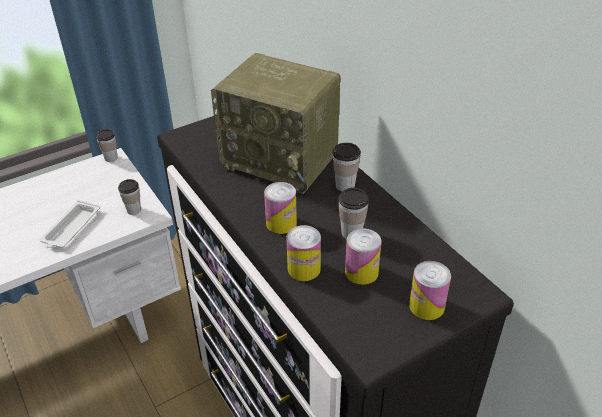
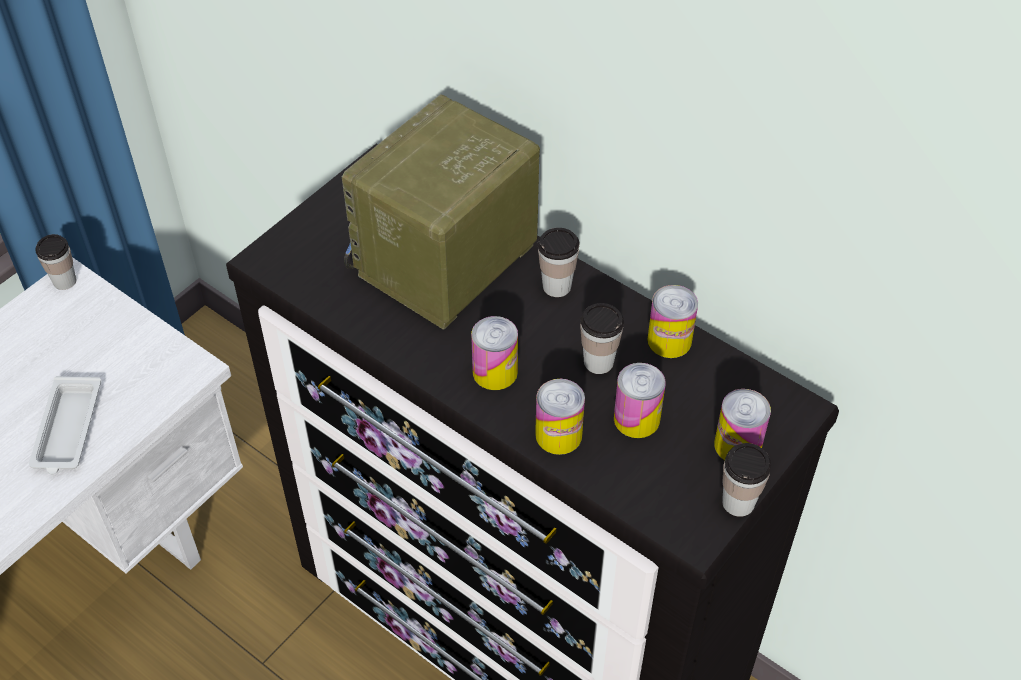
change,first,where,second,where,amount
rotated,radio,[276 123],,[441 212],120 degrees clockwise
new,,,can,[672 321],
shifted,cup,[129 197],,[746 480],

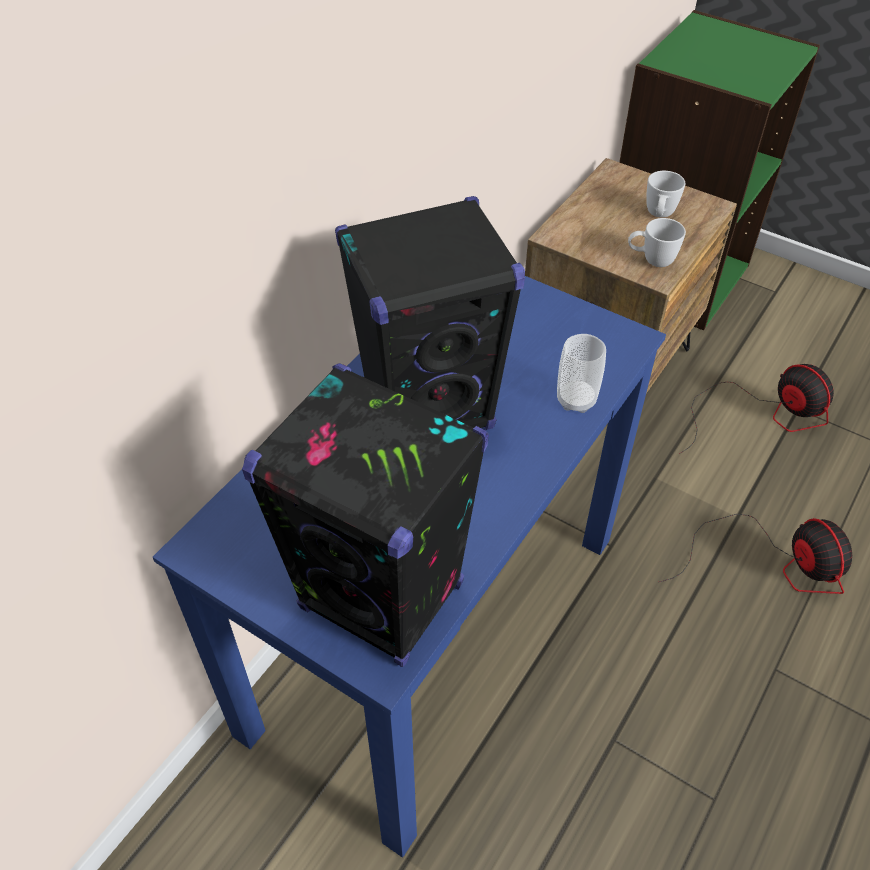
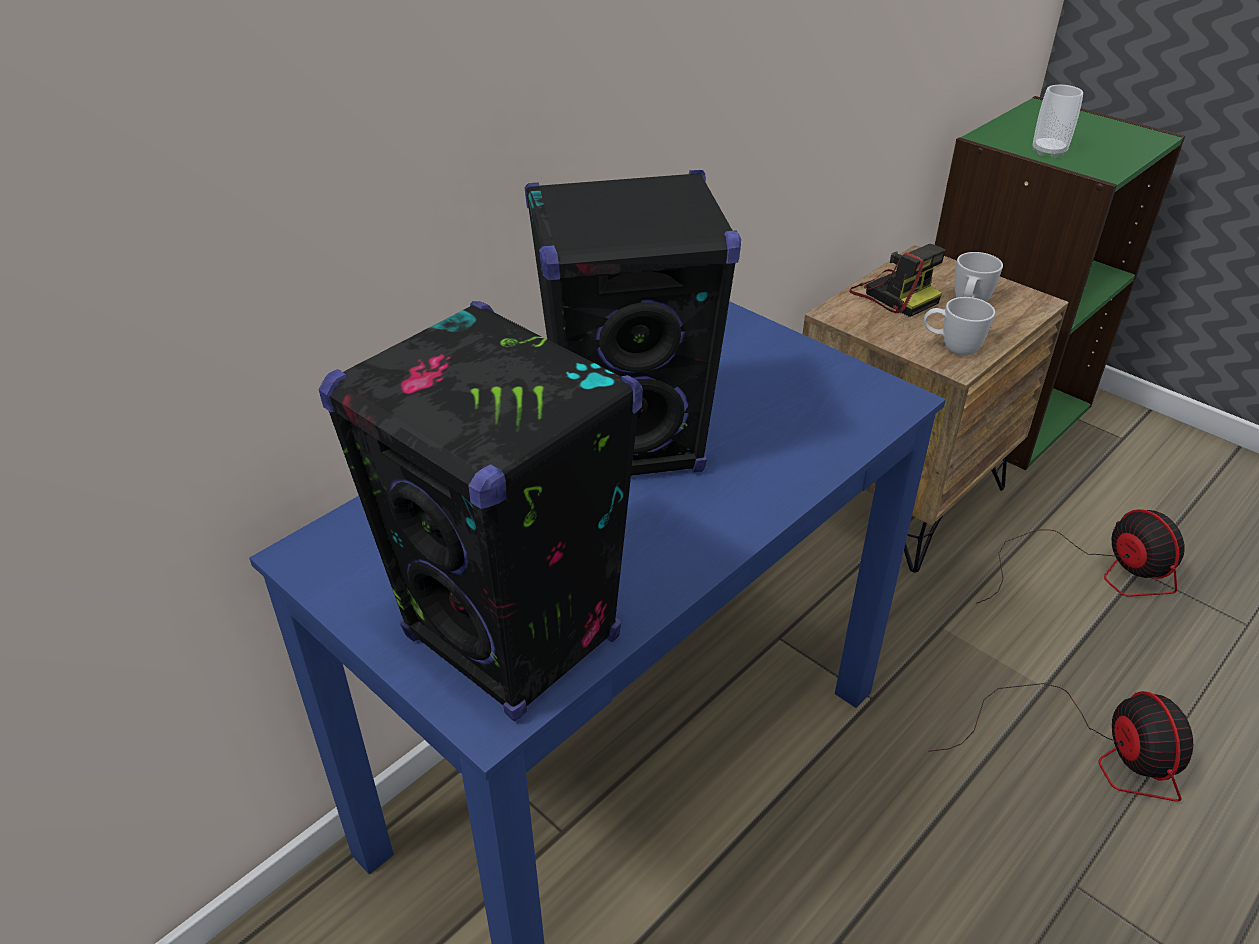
change,first,where,second,where,amount
new,,,photo camera,[897 280],
shifted,cup,[581 373],,[1057 121],

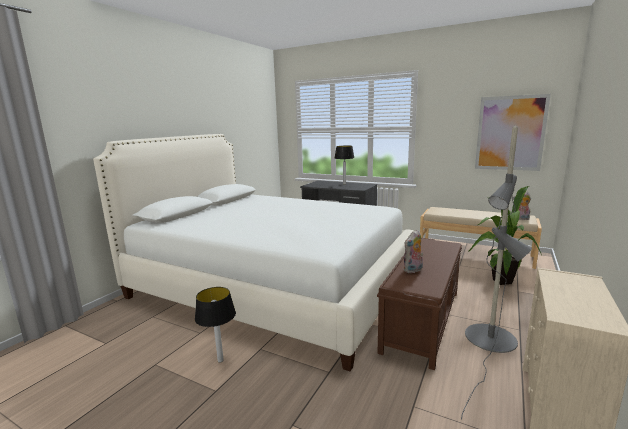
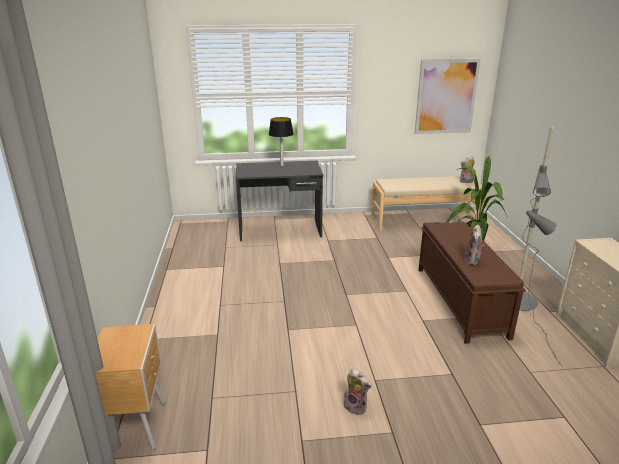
change,first,where,second,where,amount
new,,,brown nightstand,[130 387],
swapped,table lamp,[215 325],plush toy,[357 391],
gone,white bed,[253 253],,,

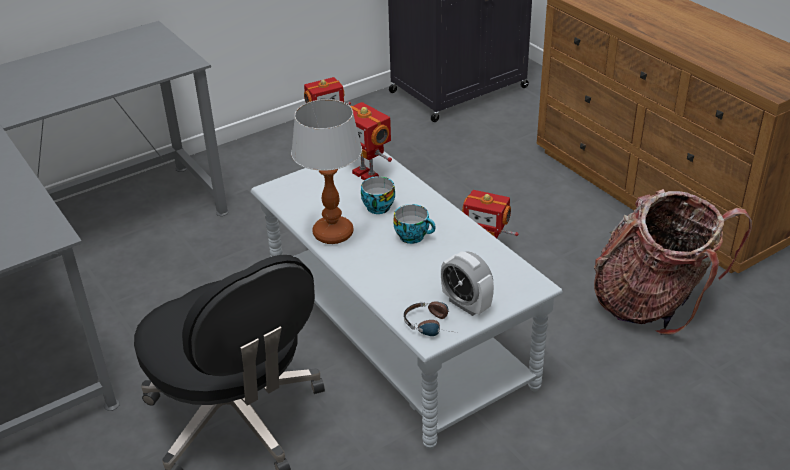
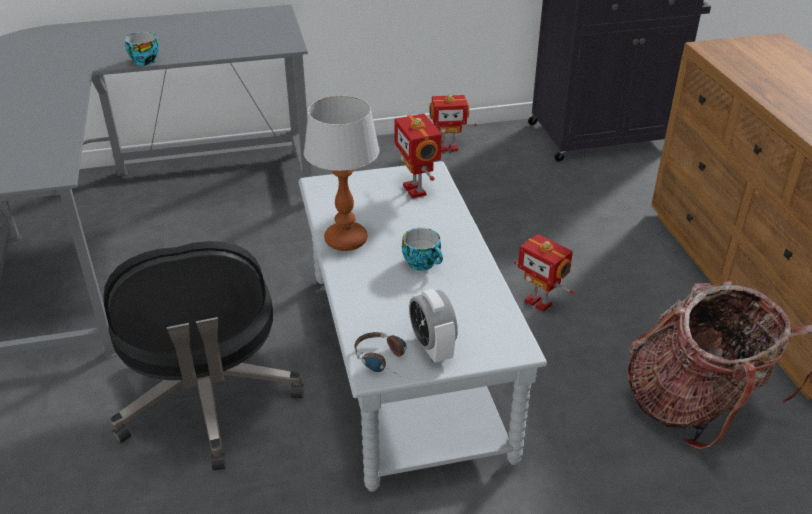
change,first,where,second,where,amount
shifted,cup,[378 195],,[142 49],

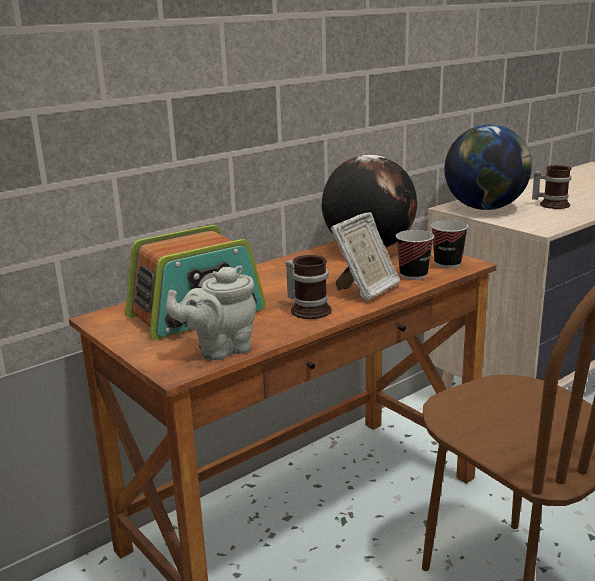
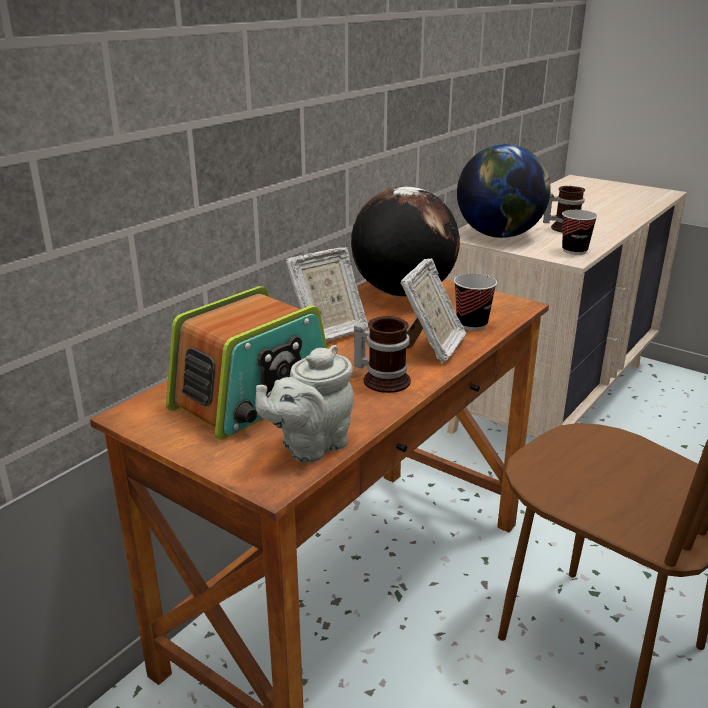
change,first,where,second,where,amount
new,,,picture frame,[327 294],
shifted,cup,[449 244],,[580 232],

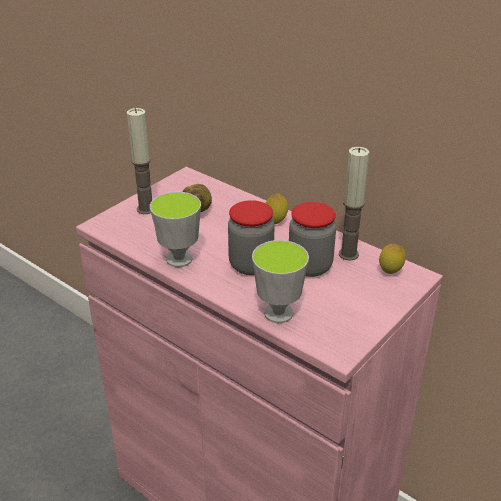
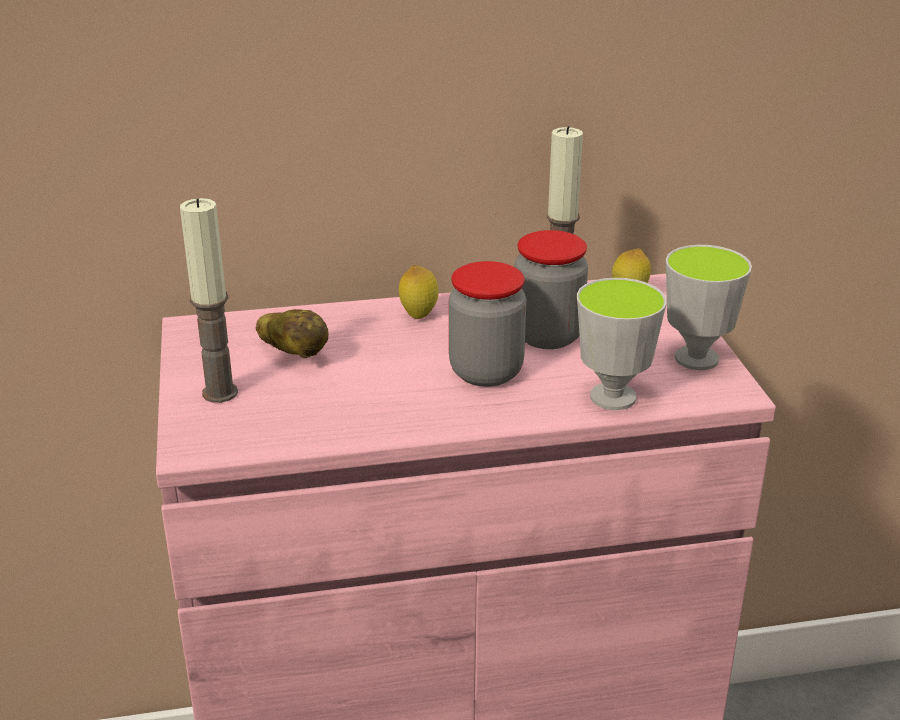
change,first,where,second,where,amount
shifted,cup,[175 229],,[709 307],

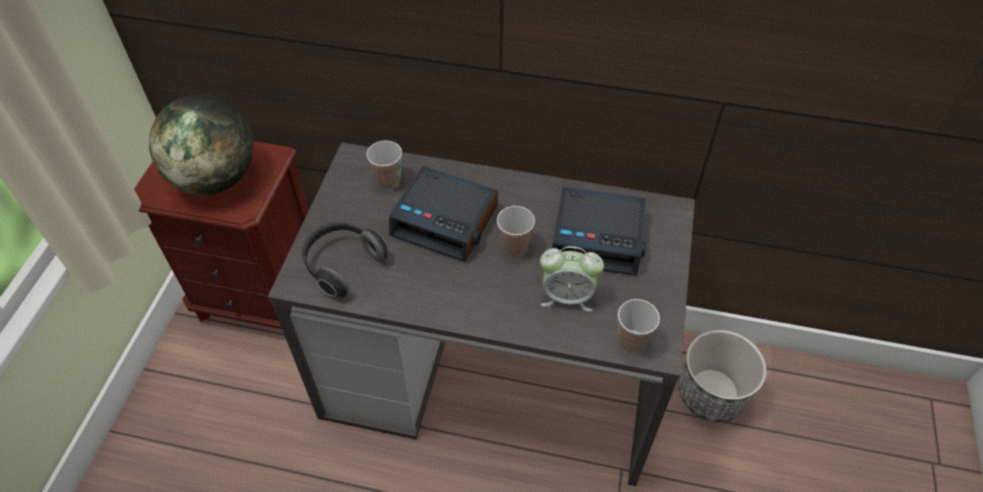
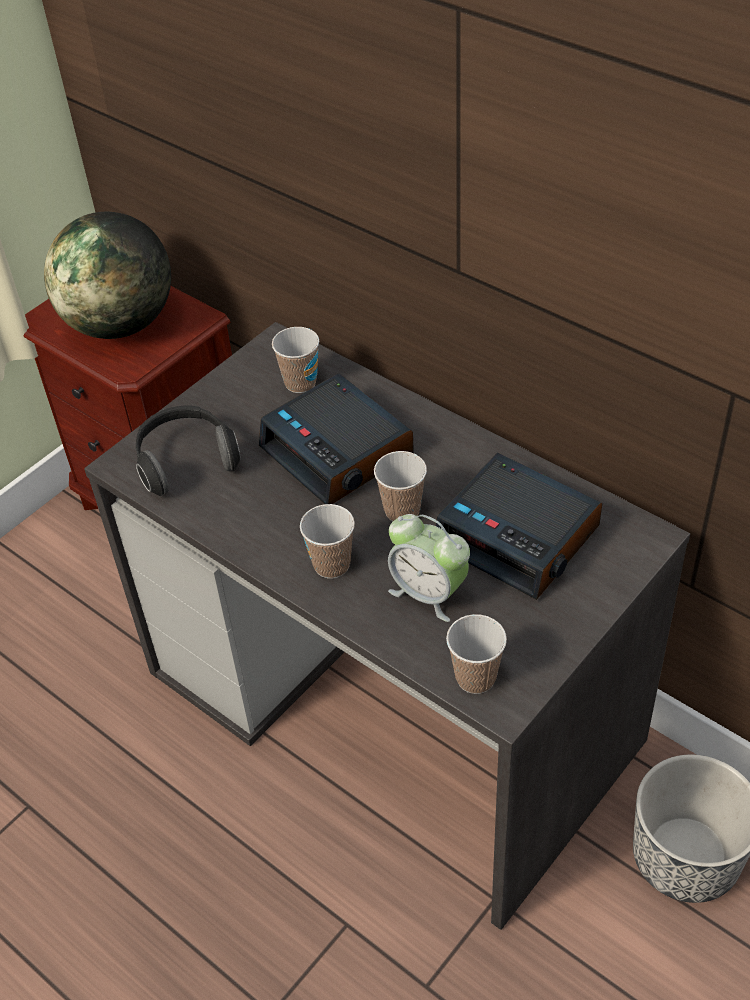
change,first,where,second,where,amount
new,,,cup,[327 541],

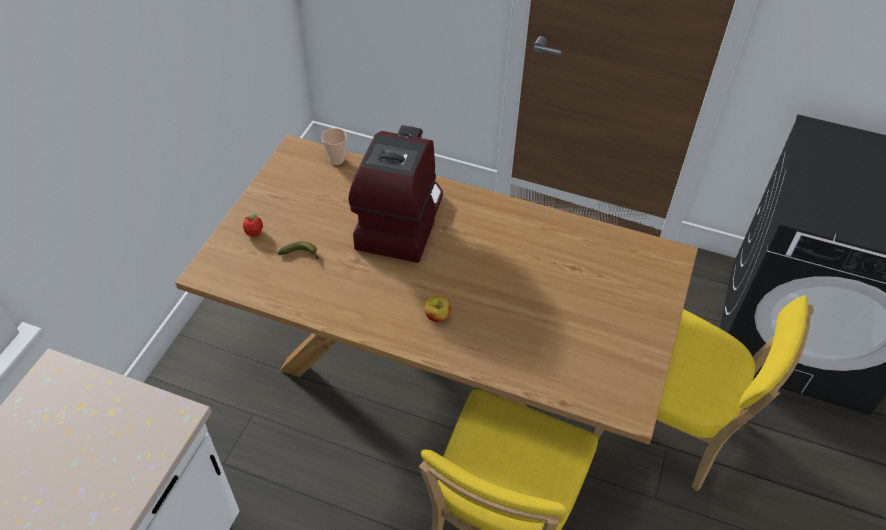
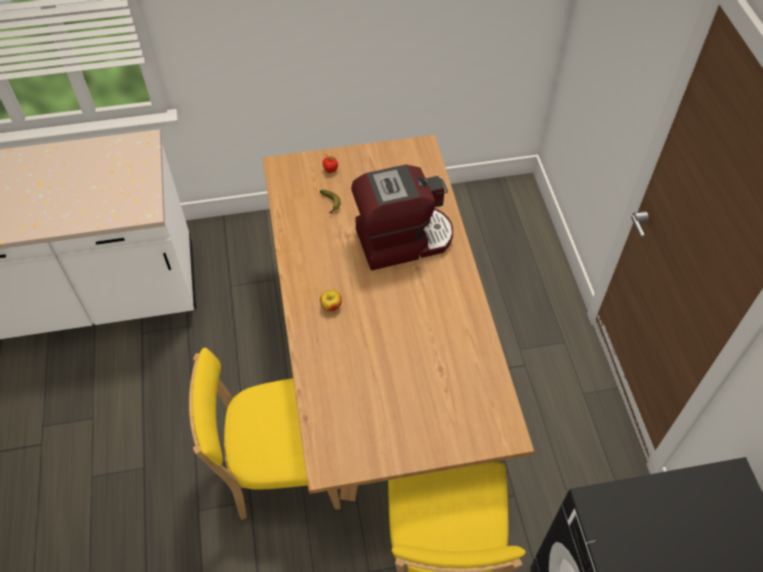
change,first,where,second,where,amount
gone,cup,[334 146],,,

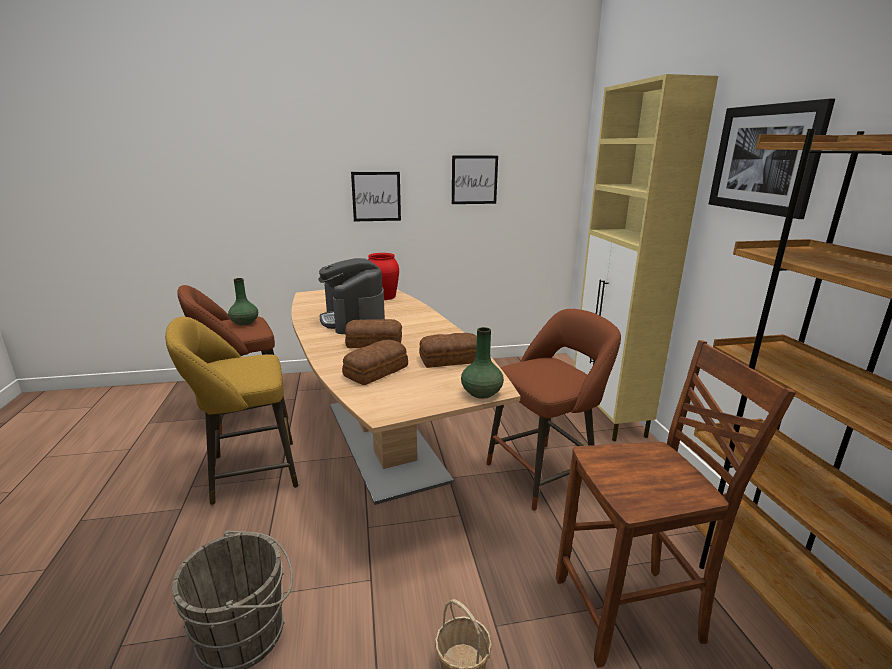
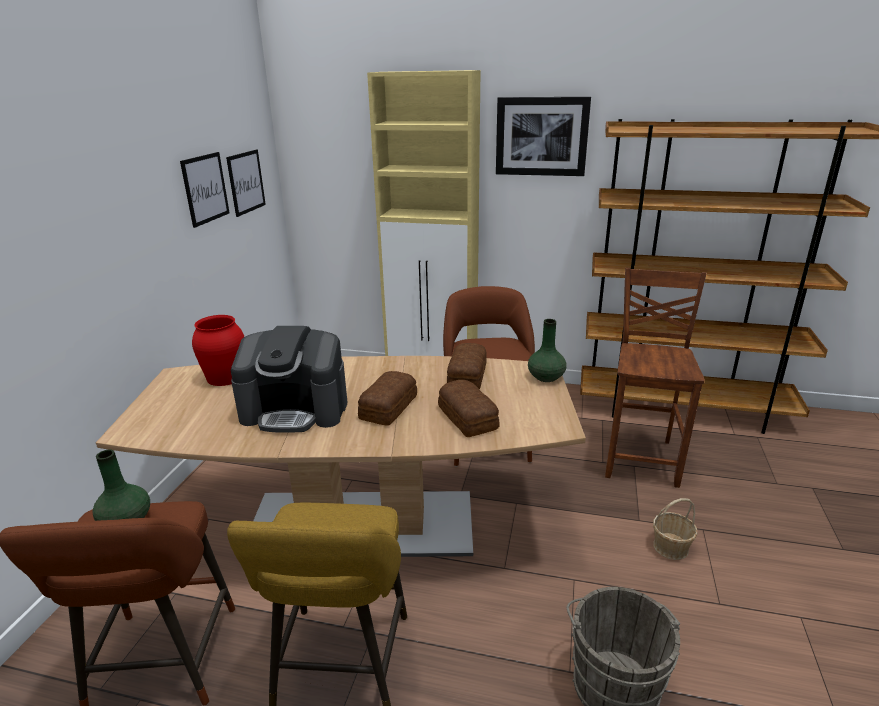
change,first,where,second,where,amount
shifted,picture,[376 196],,[246 183],

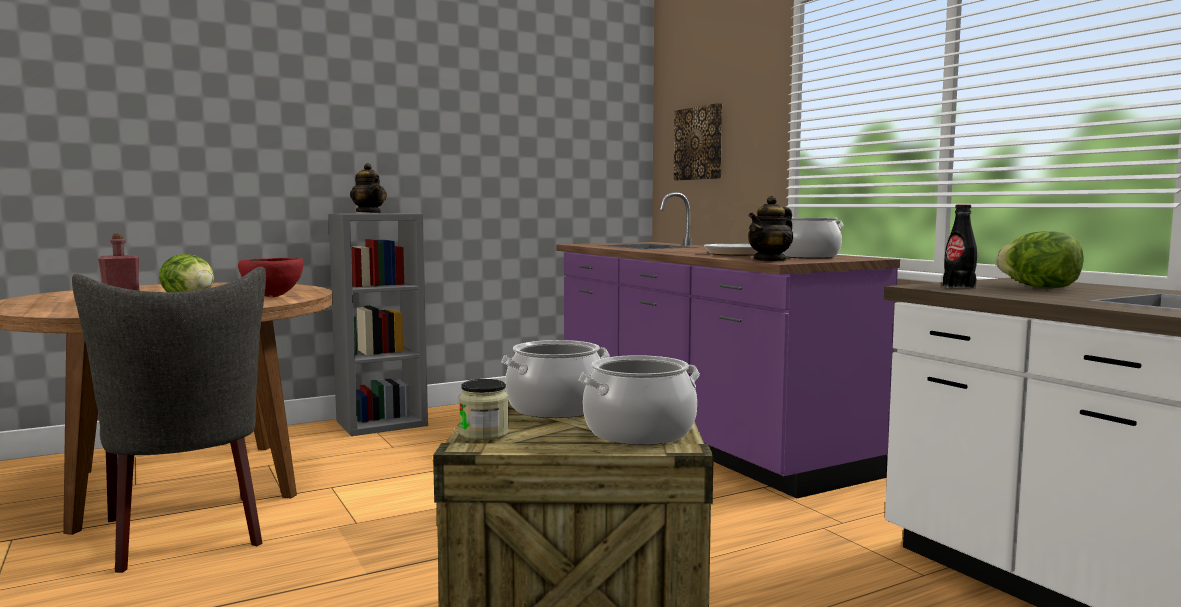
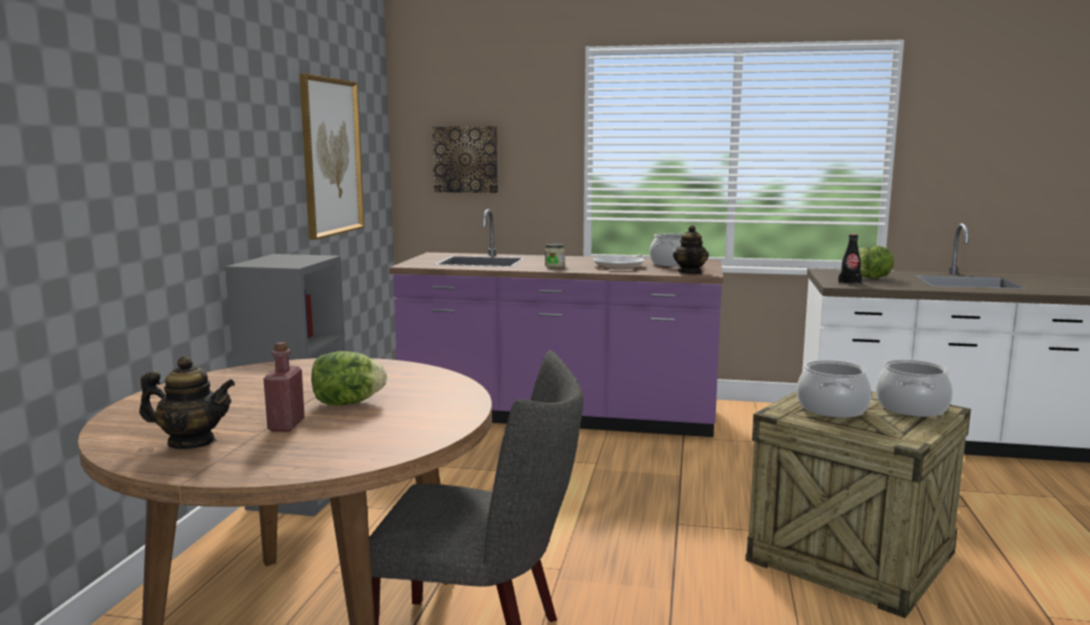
change,first,where,second,where,amount
shifted,teapot,[368 188],,[187 402],
new,,,picture,[331 157],
shifted,jar,[484 409],,[555 255],
gone,red bowl,[270 277],,,

